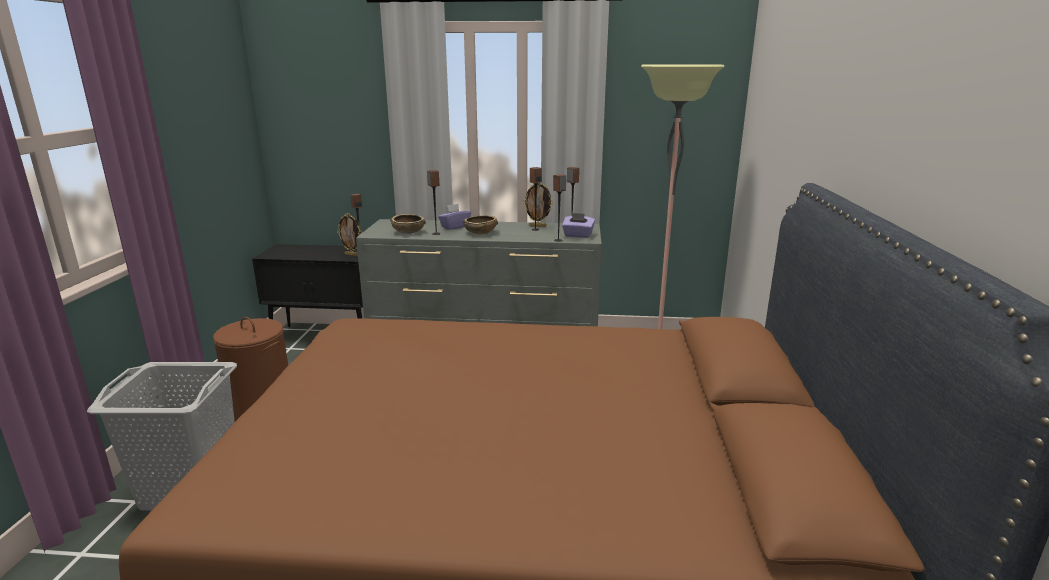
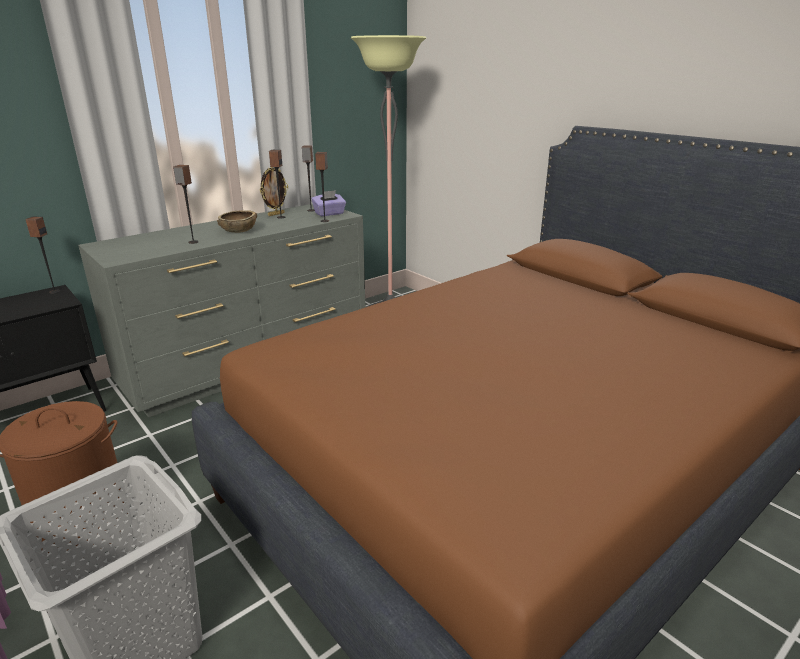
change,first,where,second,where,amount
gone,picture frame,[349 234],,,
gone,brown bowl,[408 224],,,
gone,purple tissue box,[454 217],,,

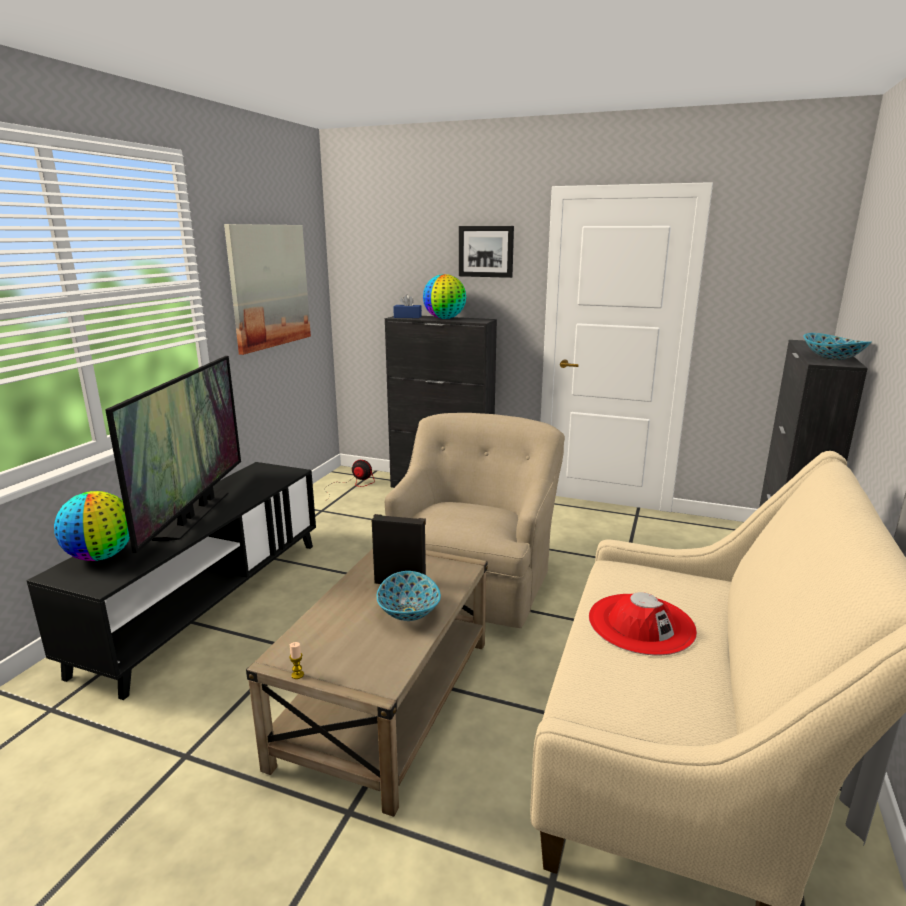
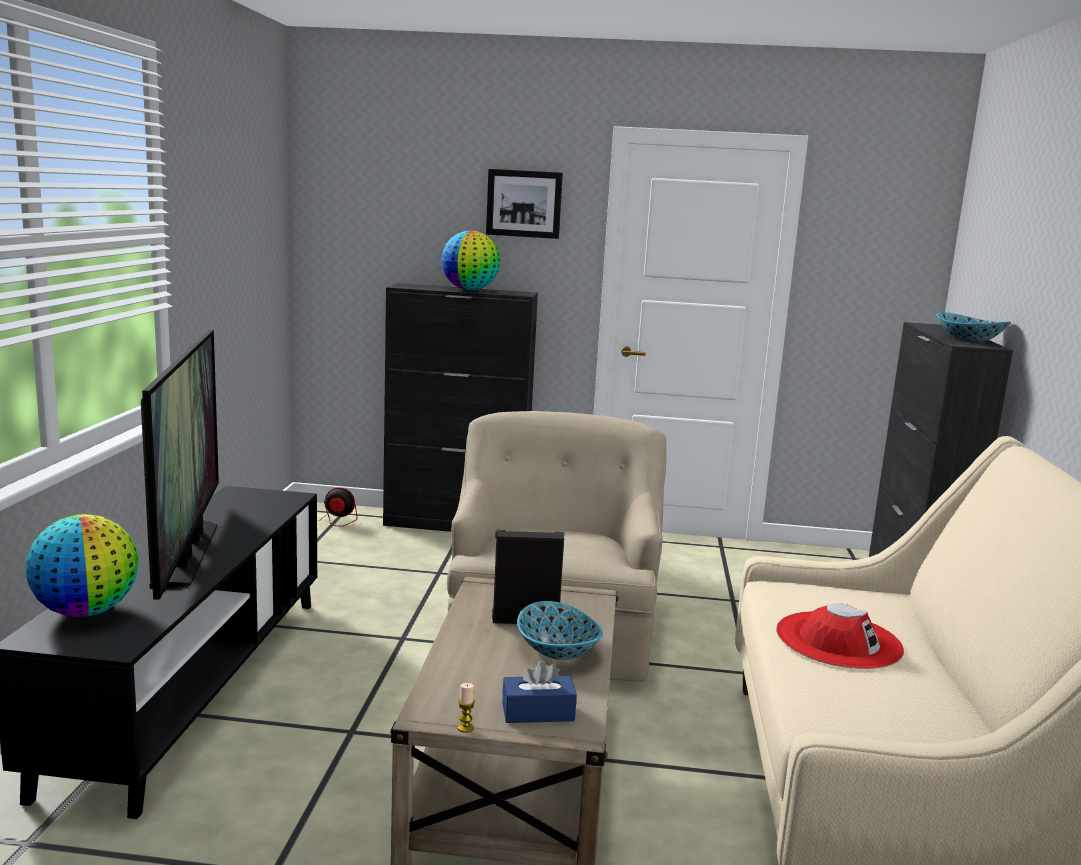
change,first,where,second,where,amount
shifted,blue tissue box,[407 306],,[539 691],
gone,picture,[267 289],,,

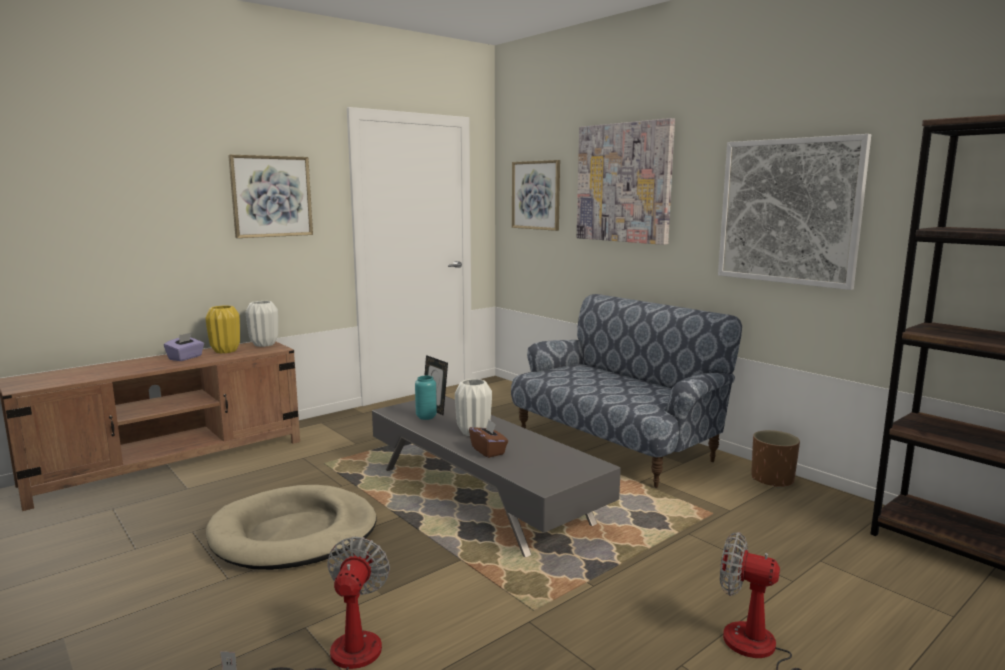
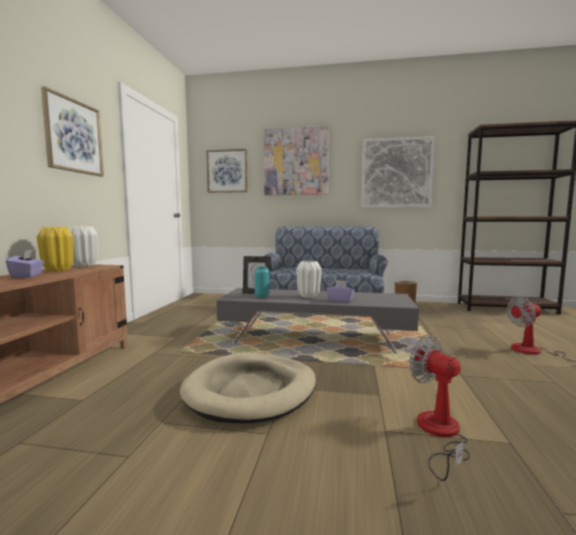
change,first,where,second,where,amount
repainted,brown tissue box,[488 439],purple tissue box,[340 291],

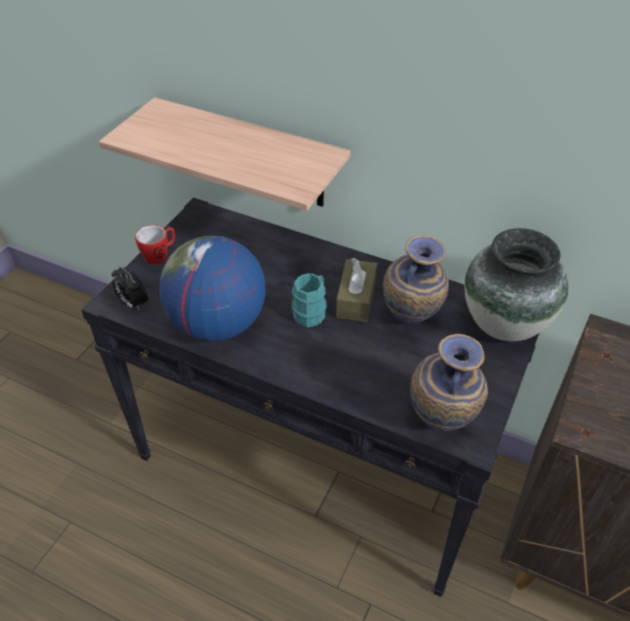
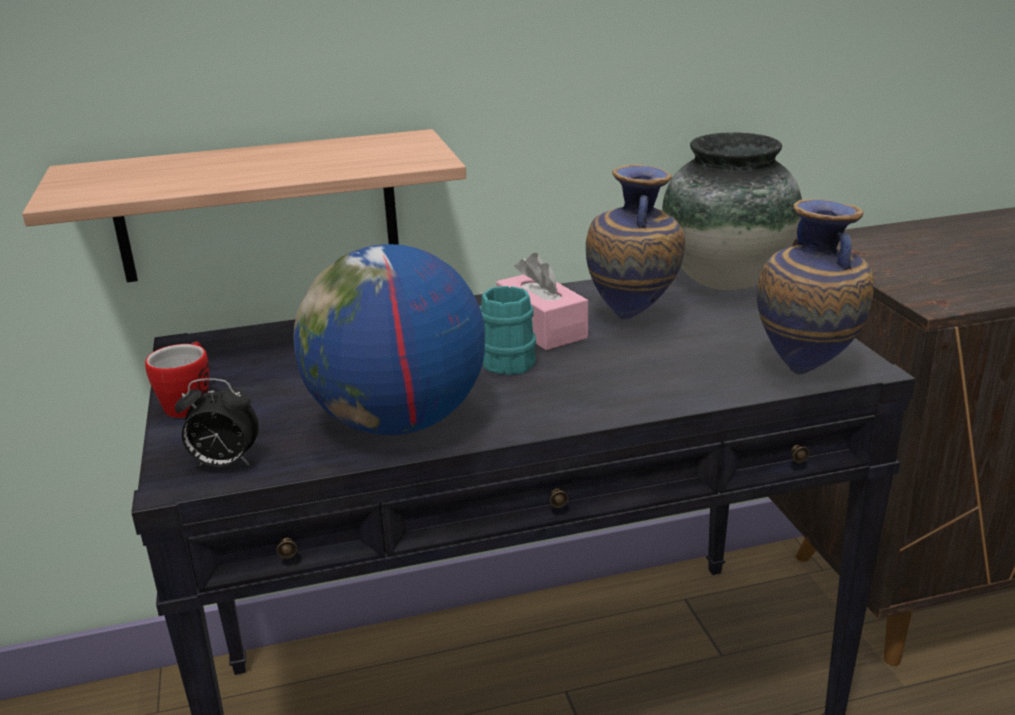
change,first,where,second,where,amount
repainted,brown tissue box,[356 290],pink tissue box,[542 301],

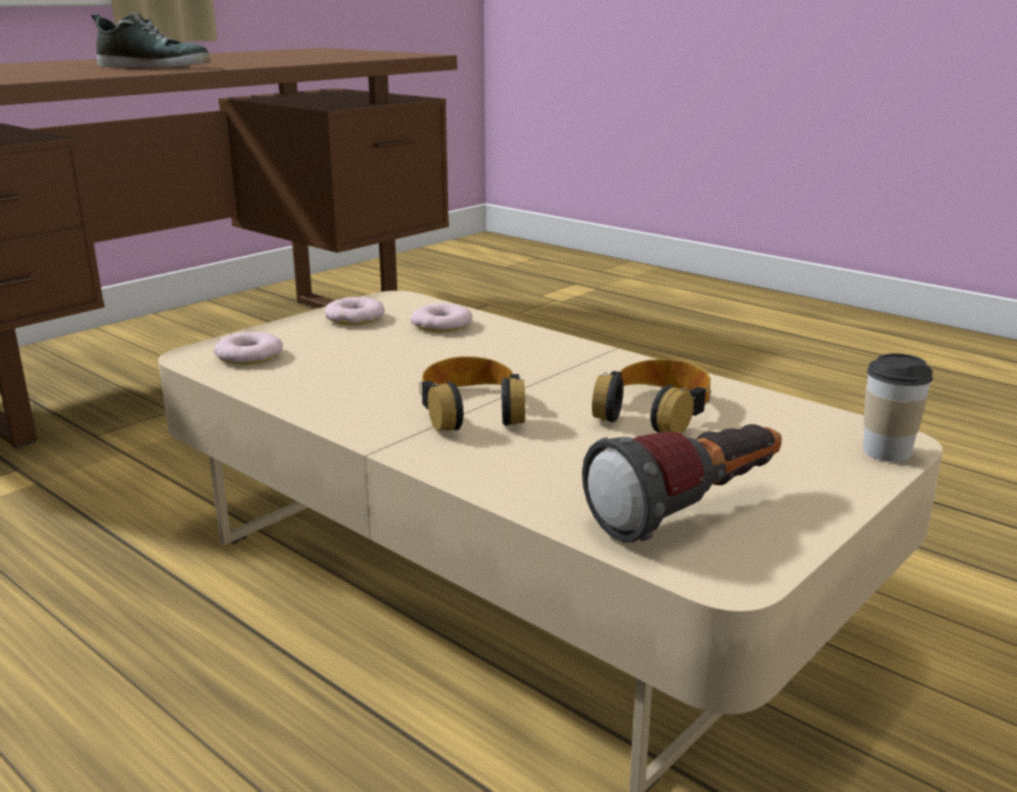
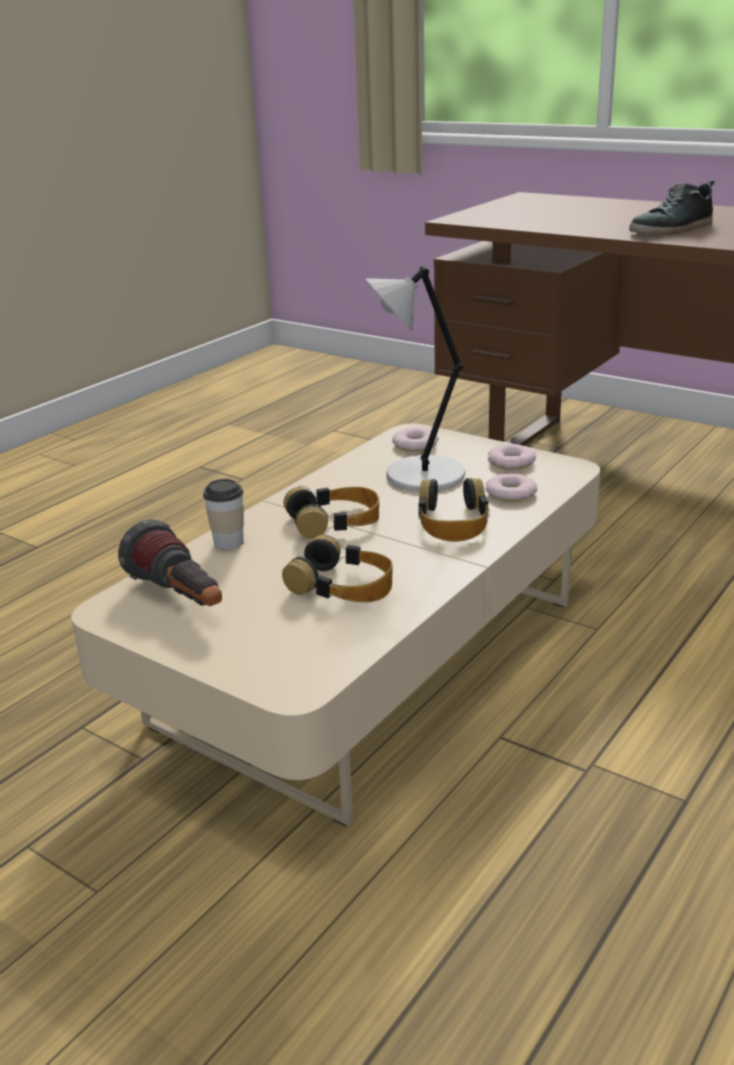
change,first,where,second,where,amount
shifted,cup,[898 407],,[223 514],
new,,,grey table lamp,[415 379],
new,,,headphones,[454 510],
rotated,shoe,[150 40],,[672 207],45 degrees clockwise

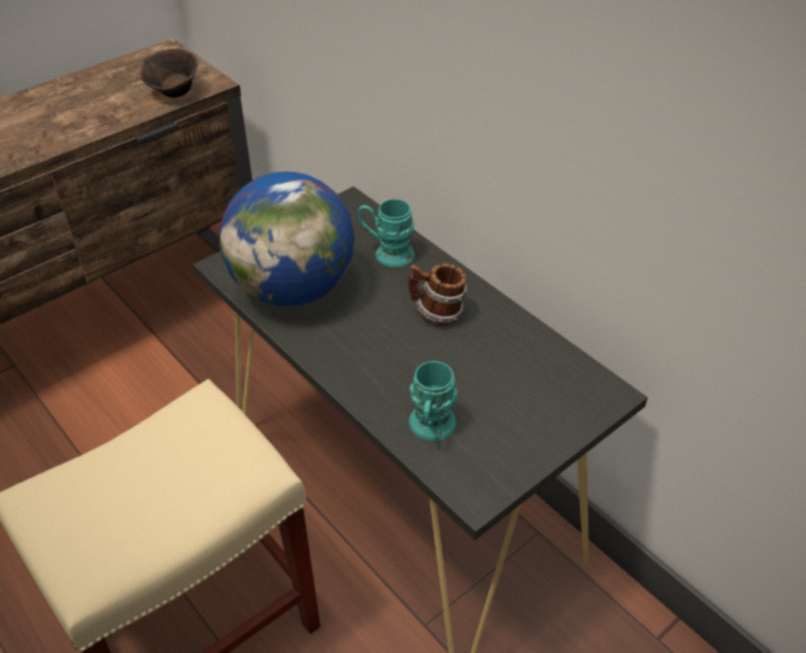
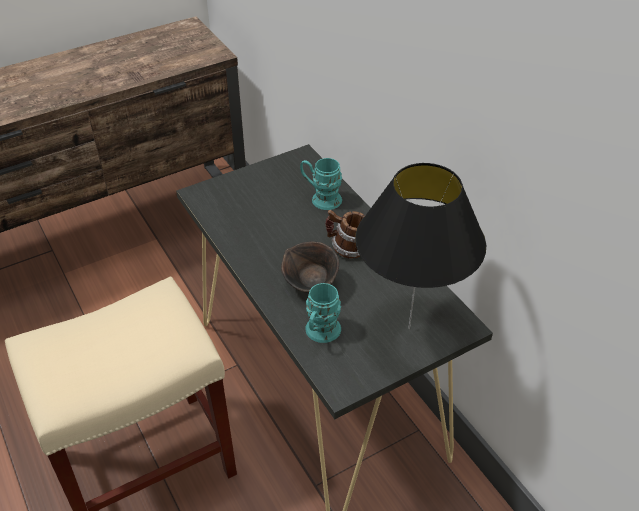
change,first,where,second,where,amount
shifted,brown bowl,[168 73],,[310 266],
new,,,black table lamp,[420 246],
gone,globe,[287 238],,,

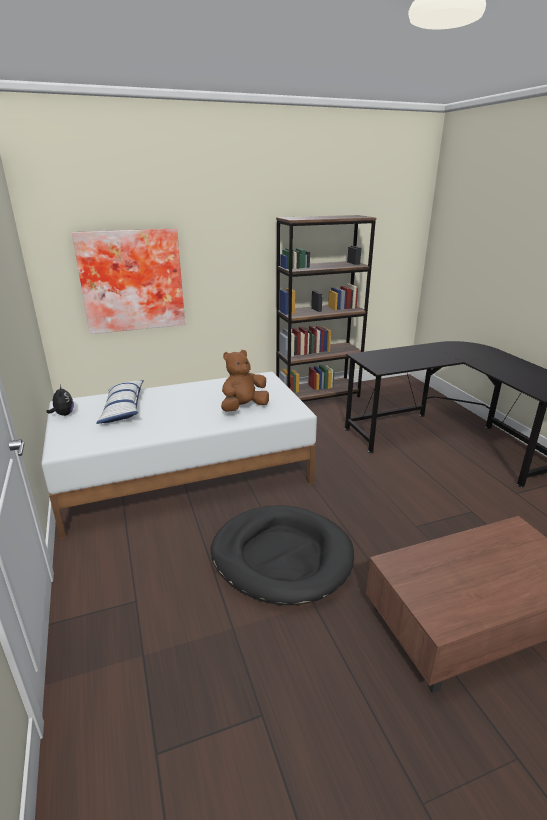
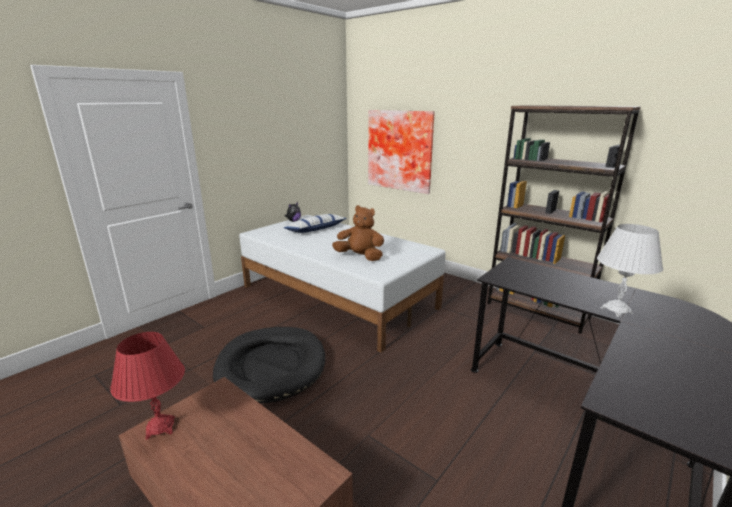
change,first,where,second,where,amount
new,,,red table lamp,[147 386],
new,,,white table lamp,[630 270],

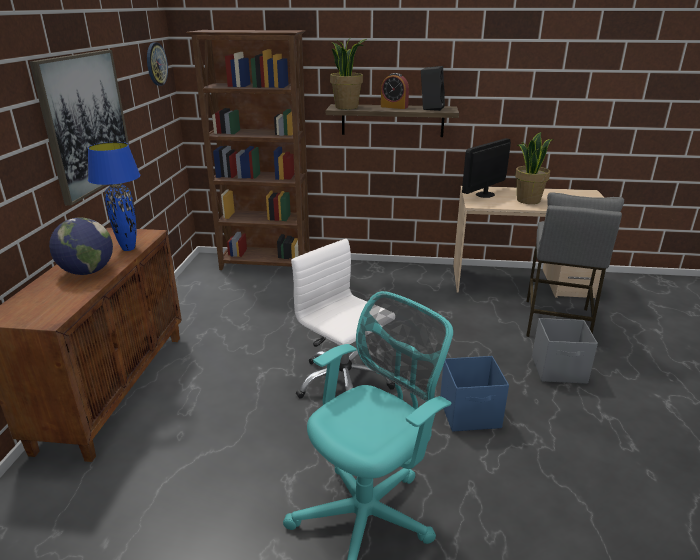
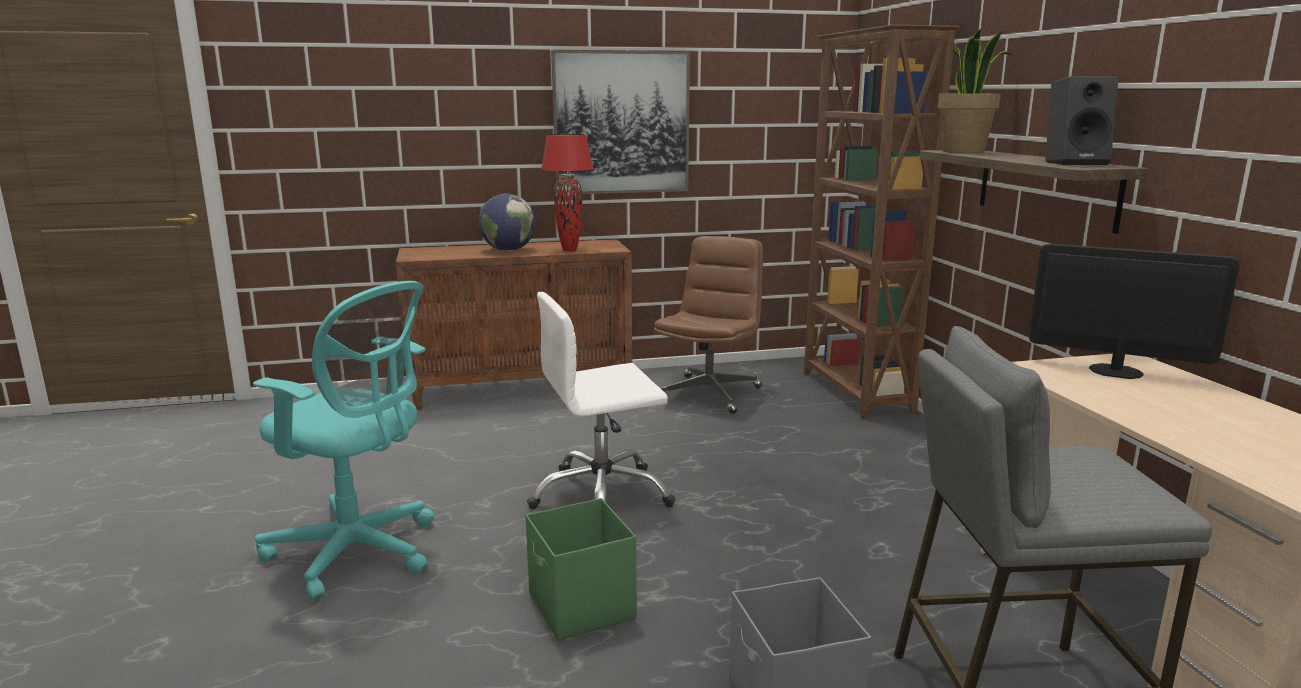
change,first,where,second,where,amount
repainted,blue storage box,[474 394],green storage box,[581 569],
rotated,white office chair,[343 319],,[601 400],135 degrees counterclockwise
repainted,blue table lamp,[114 196],red table lamp,[567 193],
new,,,brown office chair,[708 325],
gone,wall clock,[157 64],,,
gone,alarm clock,[395 91],,,
gone,potted plant,[534 168],,,

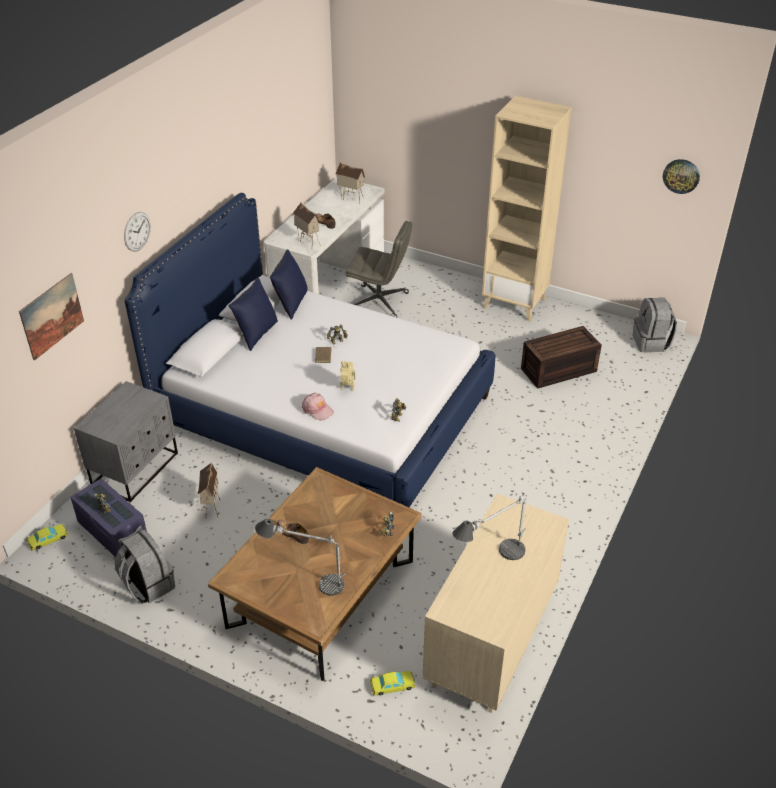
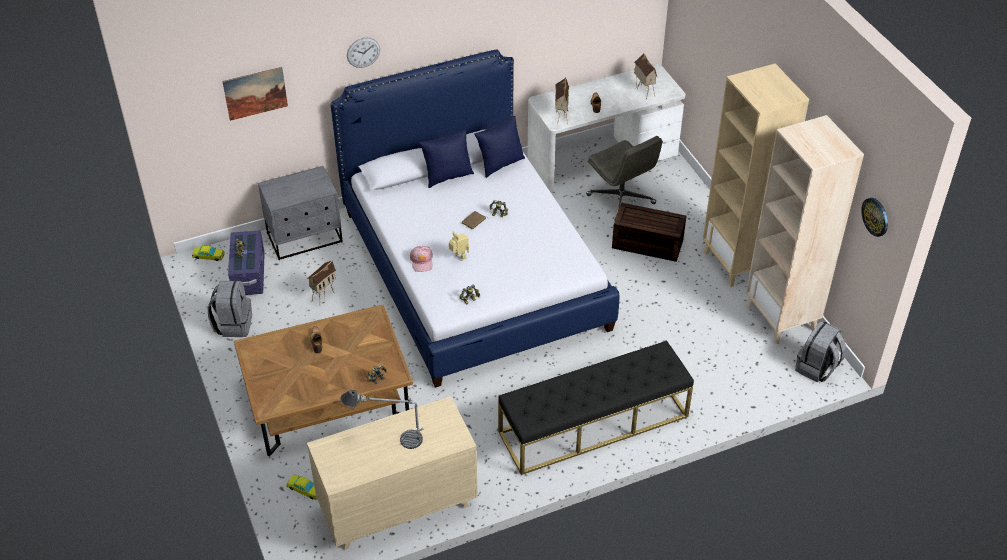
change,first,where,second,where,amount
new,,,black bench,[596 407],
shifted,brown storage box,[561 357],,[649 232],
new,,,beige bookcase,[805 229],
gone,table lamp,[300 557],,,

